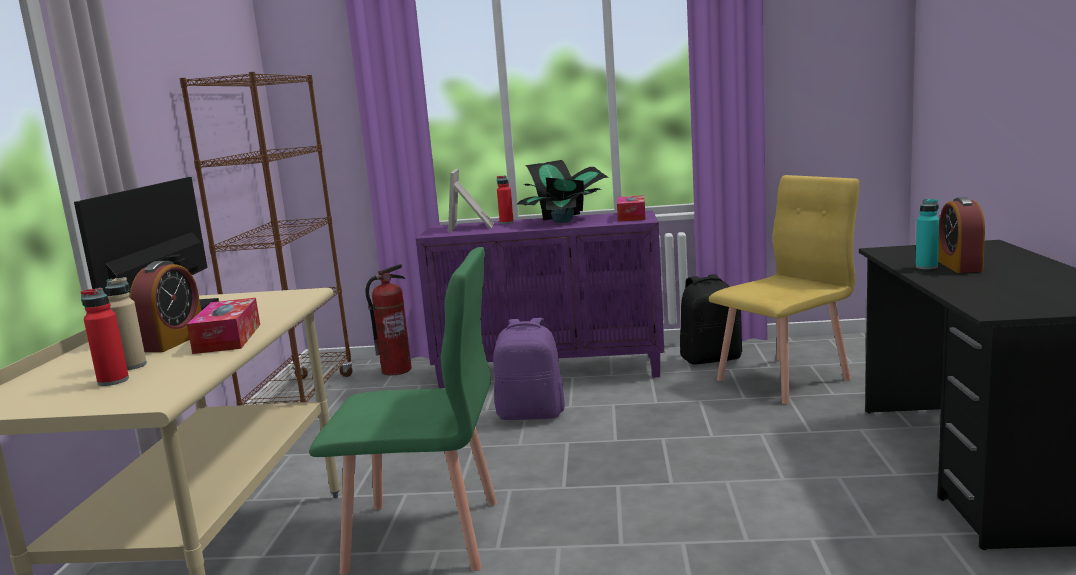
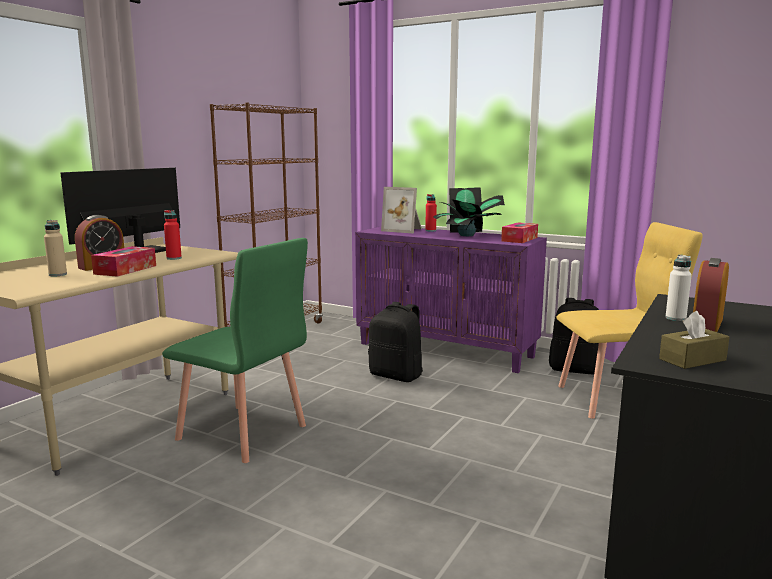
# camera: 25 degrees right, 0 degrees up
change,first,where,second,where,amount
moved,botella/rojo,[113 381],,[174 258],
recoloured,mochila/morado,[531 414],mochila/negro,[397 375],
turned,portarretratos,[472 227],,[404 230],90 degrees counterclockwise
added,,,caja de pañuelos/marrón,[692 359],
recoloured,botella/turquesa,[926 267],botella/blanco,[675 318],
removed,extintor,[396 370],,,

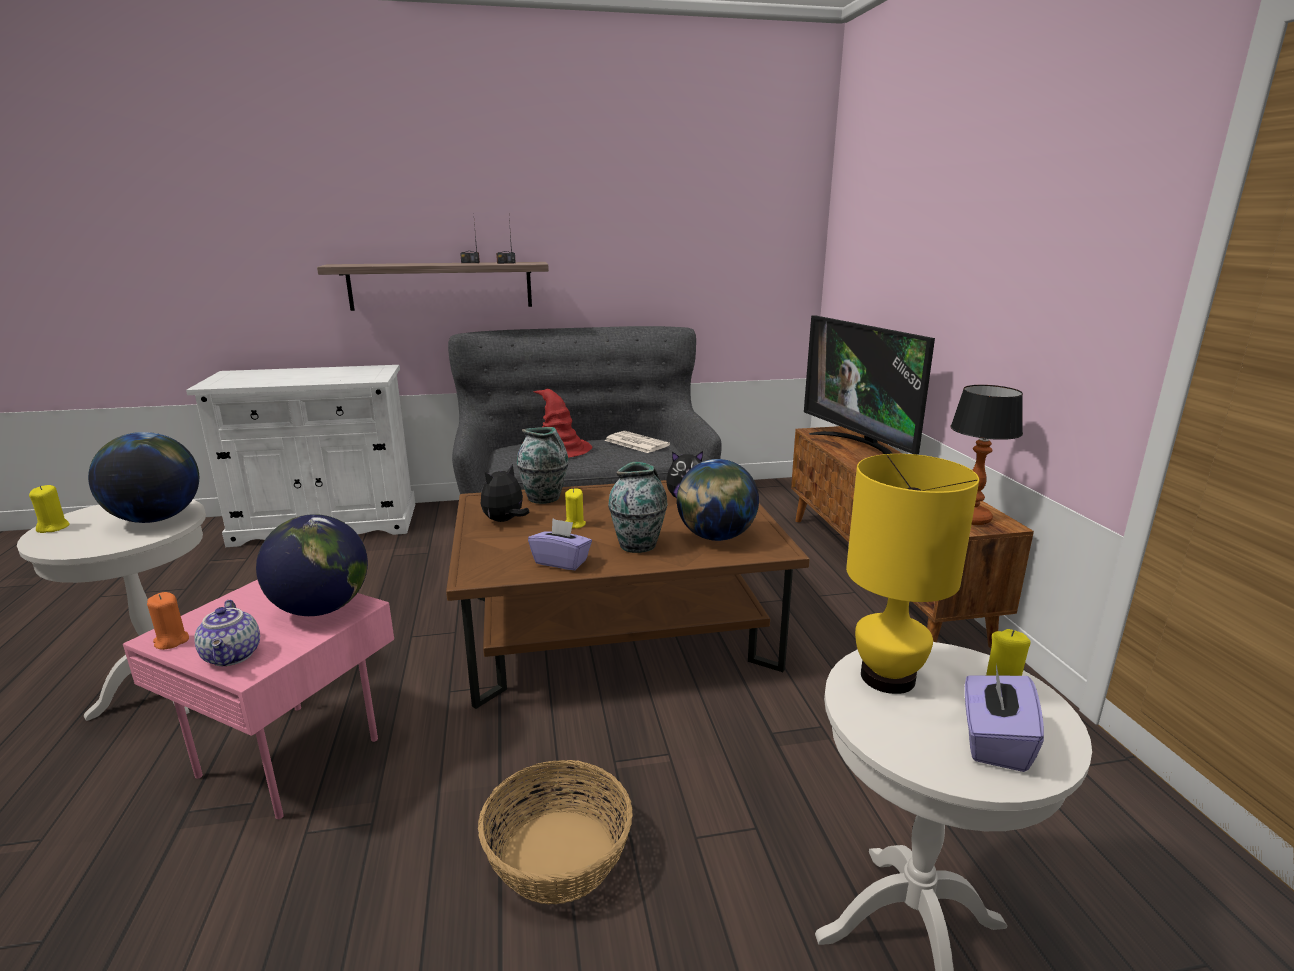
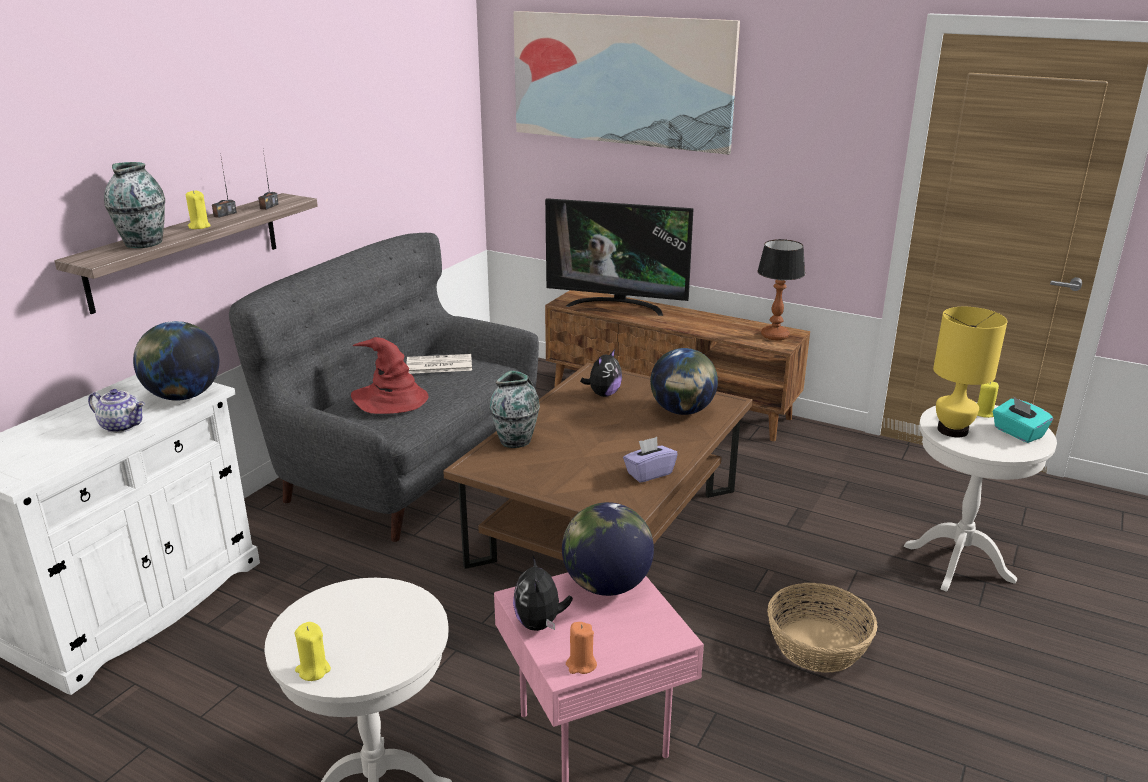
# camera: 50 degrees left, 5 degrees up
change,first,where,second,where,amount
moved,tetera,[233 656],,[123 426],
moved,florero,[638 545],,[144 243],
moved,globo terráqueo,[156 518],,[183 396],
moved,vela/amarillo,[574 524],,[199 226],
added,,,cuadro,[620 80],
moved,peluche,[505 521],,[540 624],
recoloured,caja de pañuelos/morado,[993 741],caja de pañuelos/turquesa,[1017 433],

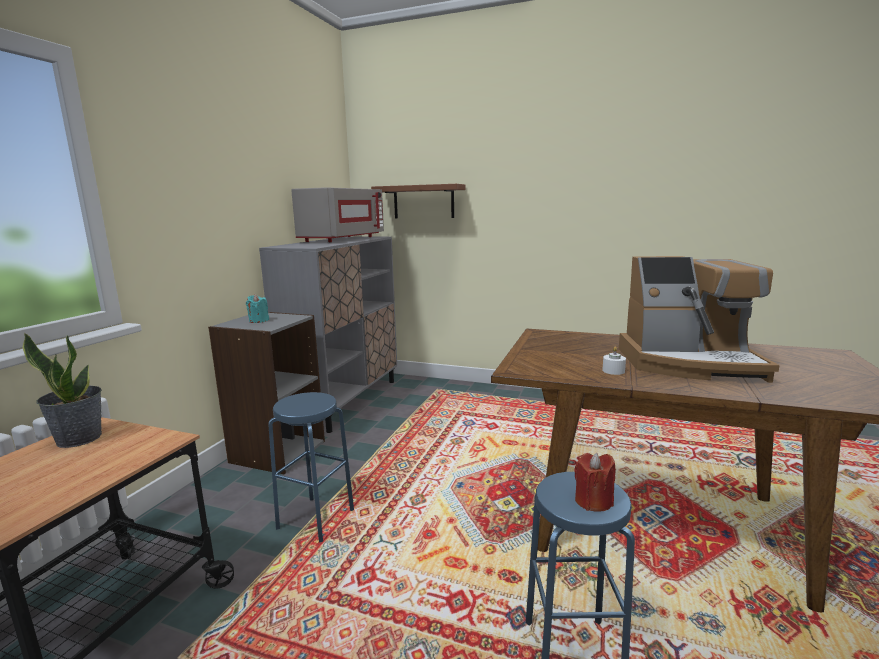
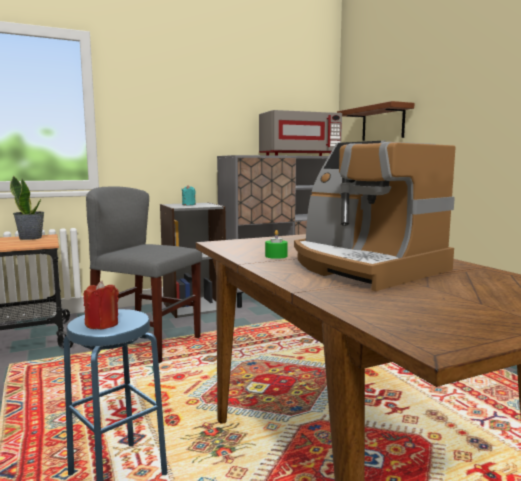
# camera: 45 degrees right, 5 degrees down
change,first,where,second,where,amount
replaced,taburete/azul,[315 519],silla/gris,[147 343],
recoloured,vela/blanco,[613 371],vela/verde,[276 256],

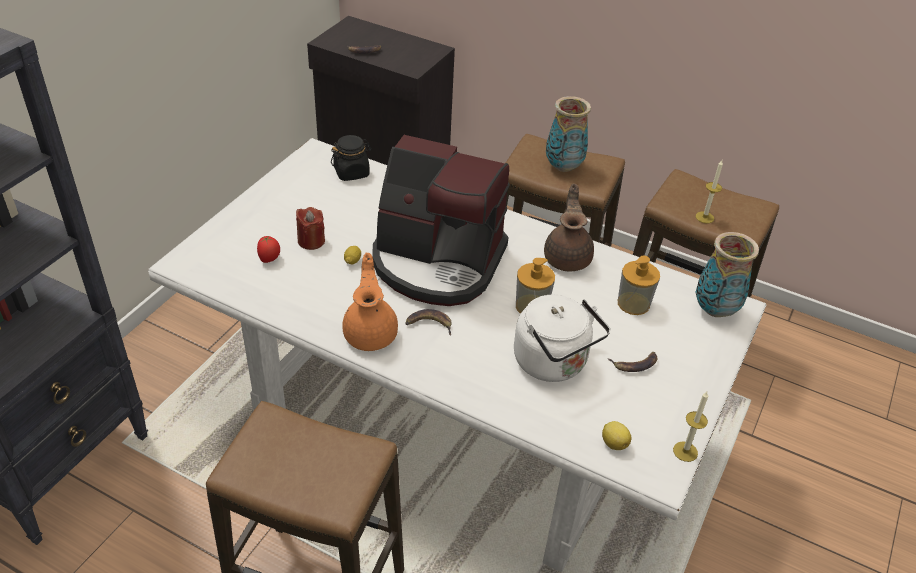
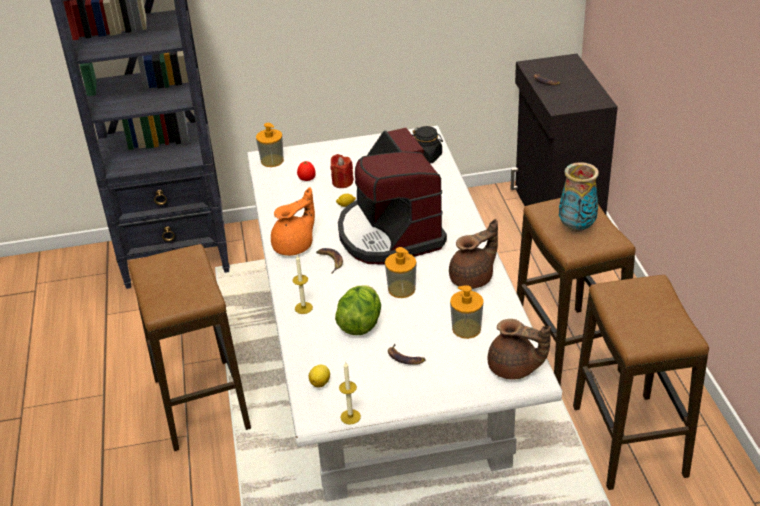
# camera: 55 degrees right, 5 degrees down
change,first,where,second,where,amount
added,,,dispensador de jabón,[272 160],
moved,vela,[704 217],,[303 308],
replaced,hervidor/blanco,[554 363],lechuga,[360 324],
replaced,florero,[715 310],tetera/marrón,[514 369],

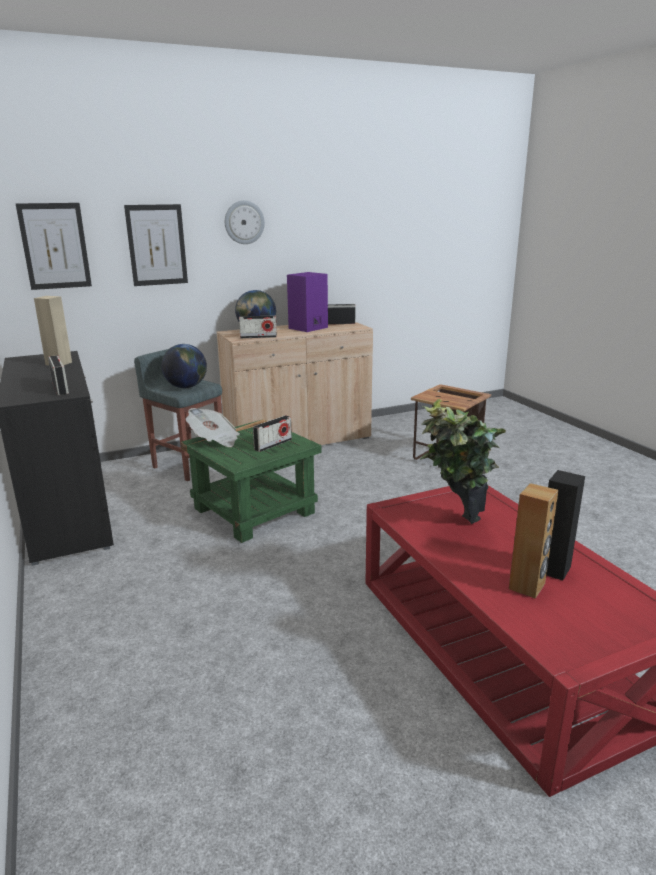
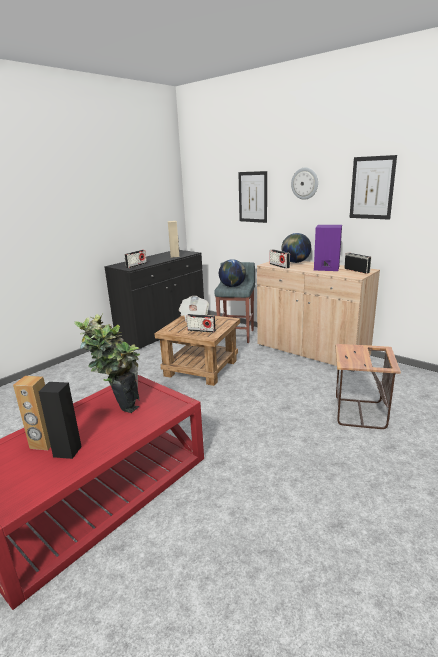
# camera: 65 degrees right, 0 degrees up
change,first,where,second,where,amount
recoloured,mesa auxiliar/verde,[254 510],mesa auxiliar/marrón,[202 368],
moved,cuadro,[55 246],,[372 188],

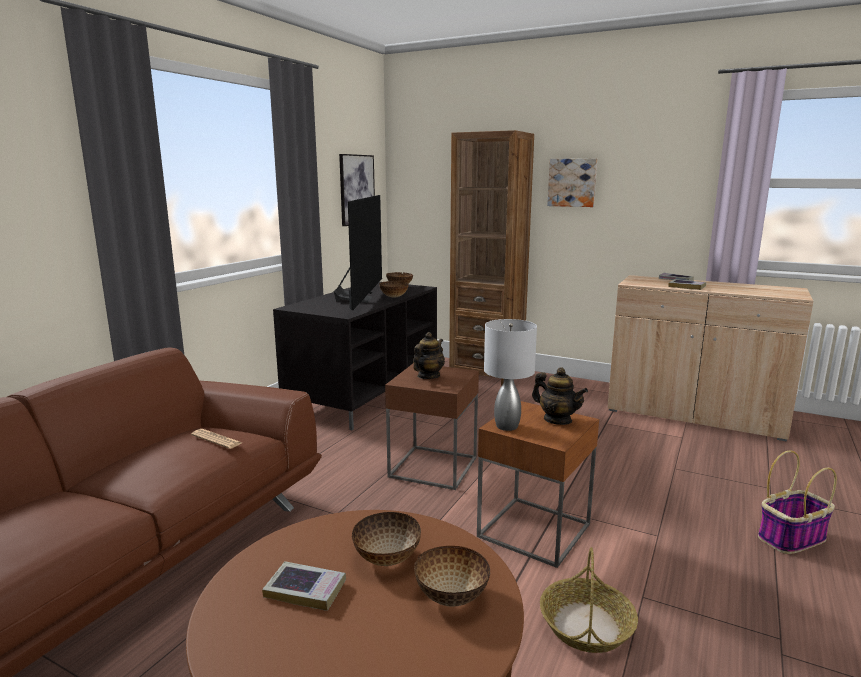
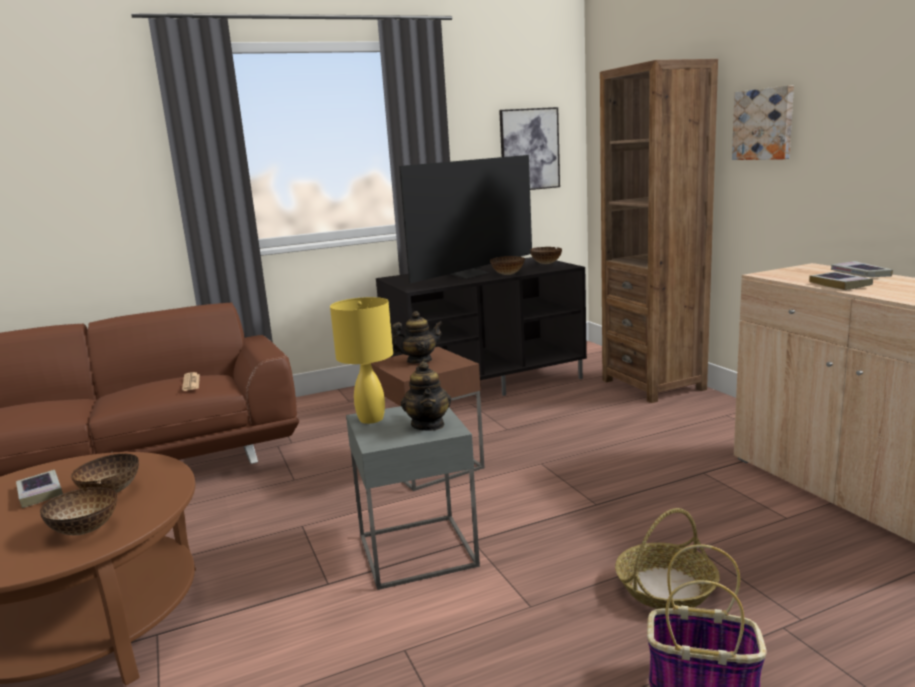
# camera: 40 degrees right, 0 degrees up
change,first,where,second,where,amount
recoloured,lámpara de mesa/gris,[507 426],lámpara de mesa/amarillo,[371 419],
recoloured,mesa auxiliar/marrón,[534 530],mesa auxiliar/gris,[417 550],
moved,cesta,[586 626],,[665 588],

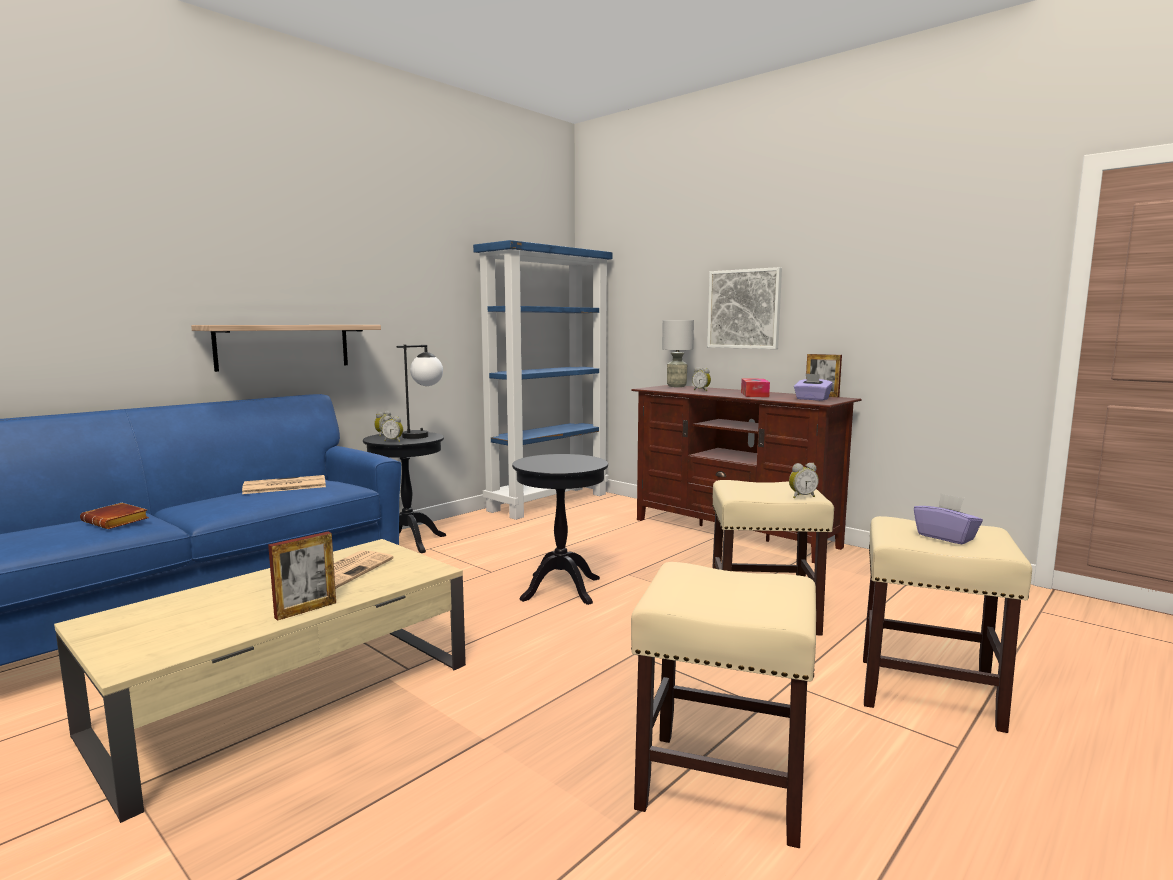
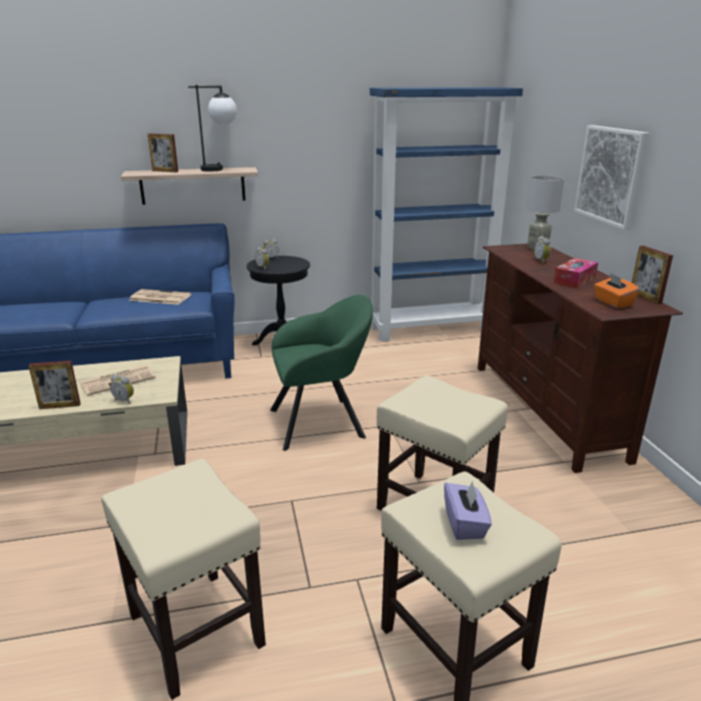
# camera: 35 degrees right, 15 degrees up
change,first,where,second,where,amount
moved,despertador,[801 496],,[125 400],
added,,,portarretratos,[165 171],
moved,lámpara de mesa,[423 435],,[221 169],
replaced,mesa auxiliar/negro,[561 589],sillón/verde,[322 422],
recoloured,caja de pañuelos/morado,[812 399],caja de pañuelos/naranja,[613 303],
removed,libro/marrón,[118 521],,,

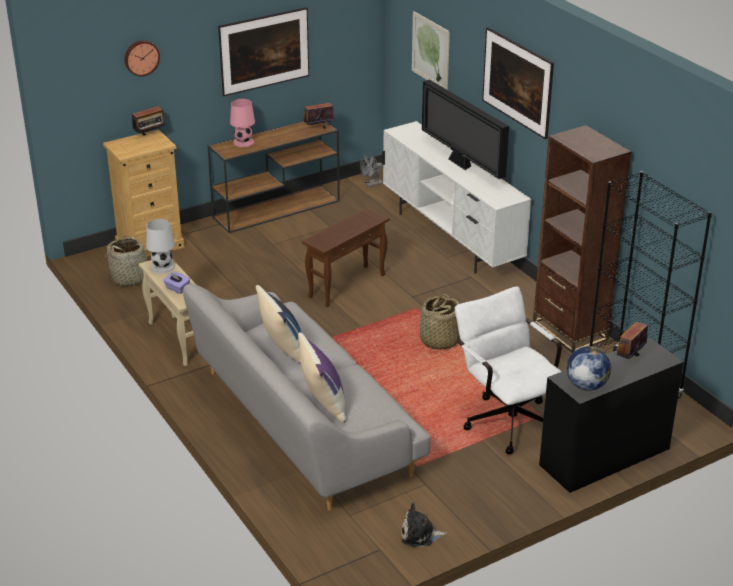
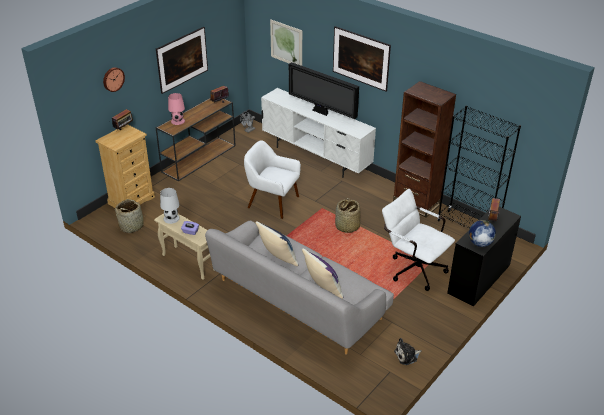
# camera: 20 degrees left, 5 degrees up
change,first,where,second,where,amount
replaced,mesa auxiliar/marrón,[347 286],sillón/blanco,[272 202],

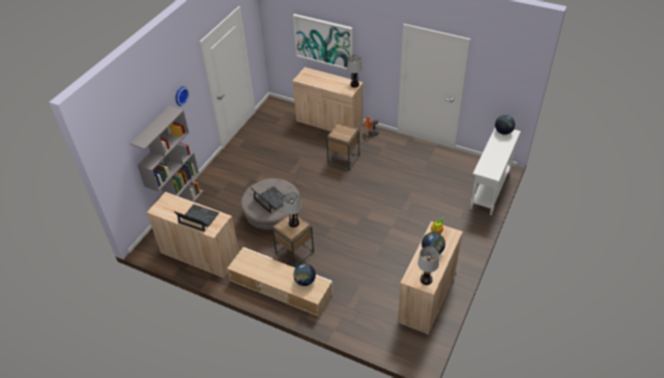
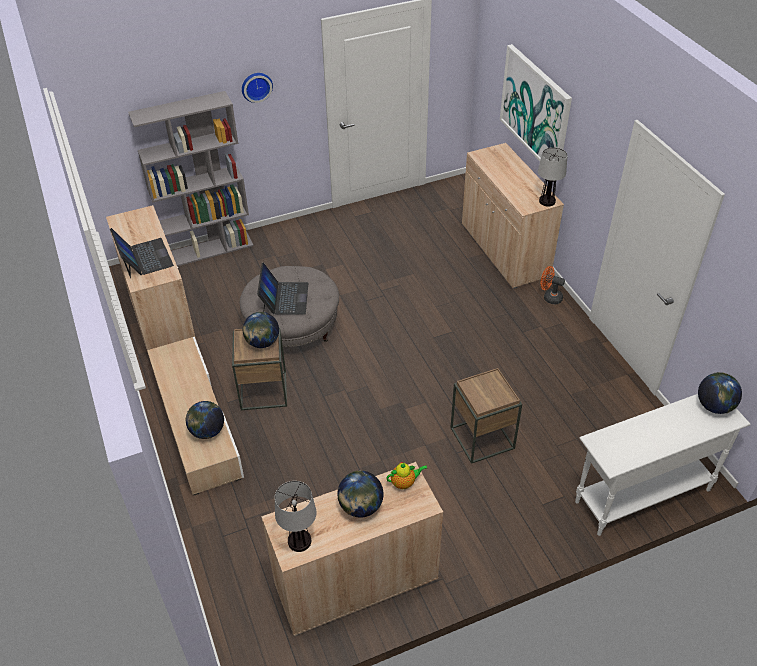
# camera: 40 degrees right, 0 degrees up
change,first,where,second,where,amount
replaced,lámpara de mesa,[294 223],globo terráqueo,[262 342],
moved,mesa auxiliar/marrón,[343 159],,[482 438],

